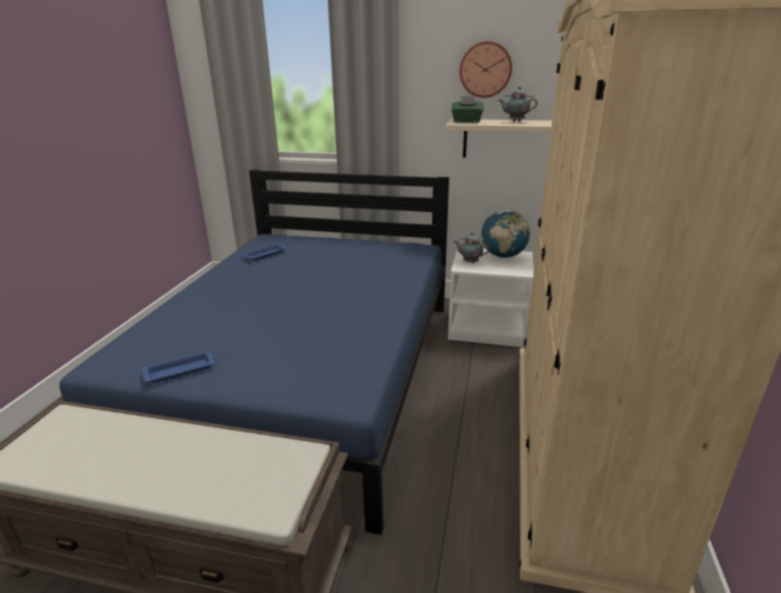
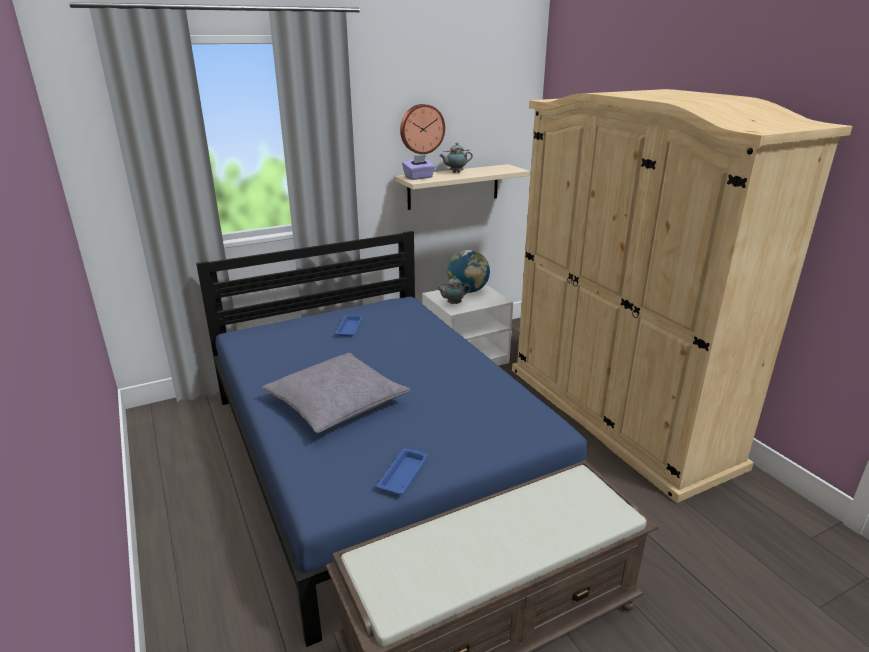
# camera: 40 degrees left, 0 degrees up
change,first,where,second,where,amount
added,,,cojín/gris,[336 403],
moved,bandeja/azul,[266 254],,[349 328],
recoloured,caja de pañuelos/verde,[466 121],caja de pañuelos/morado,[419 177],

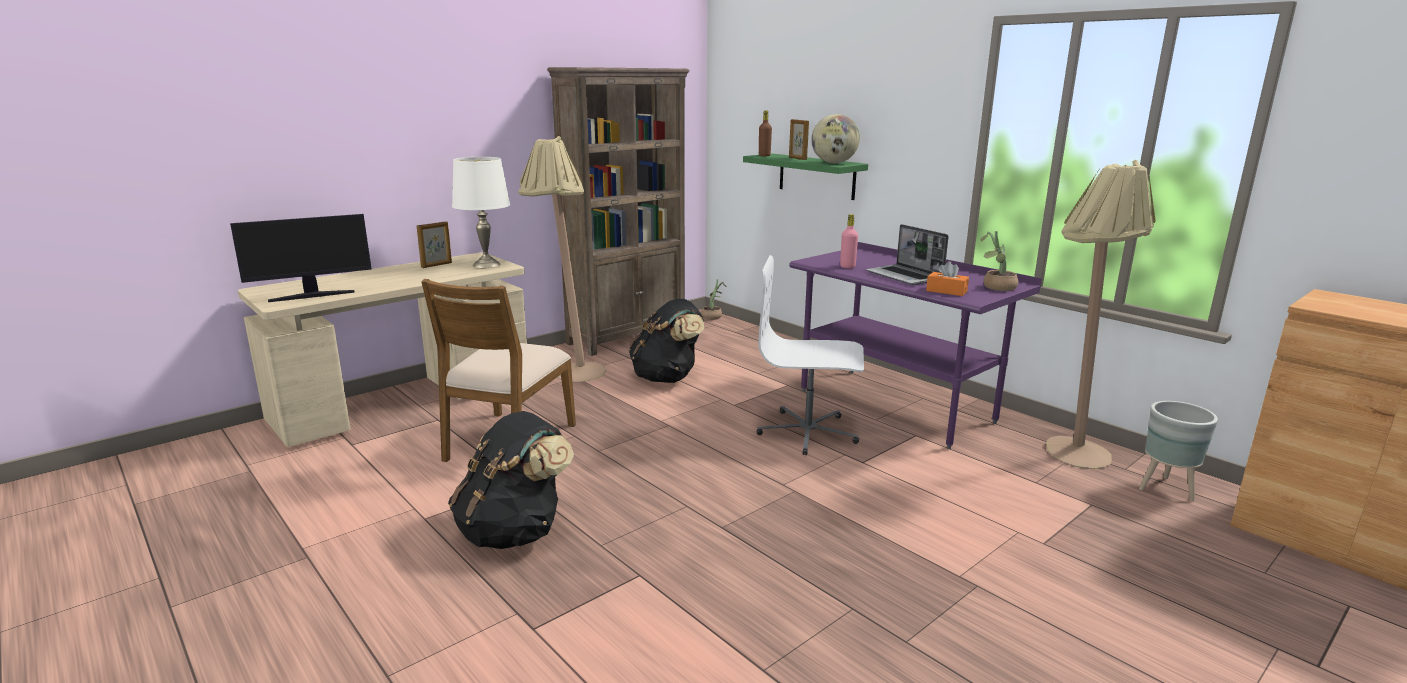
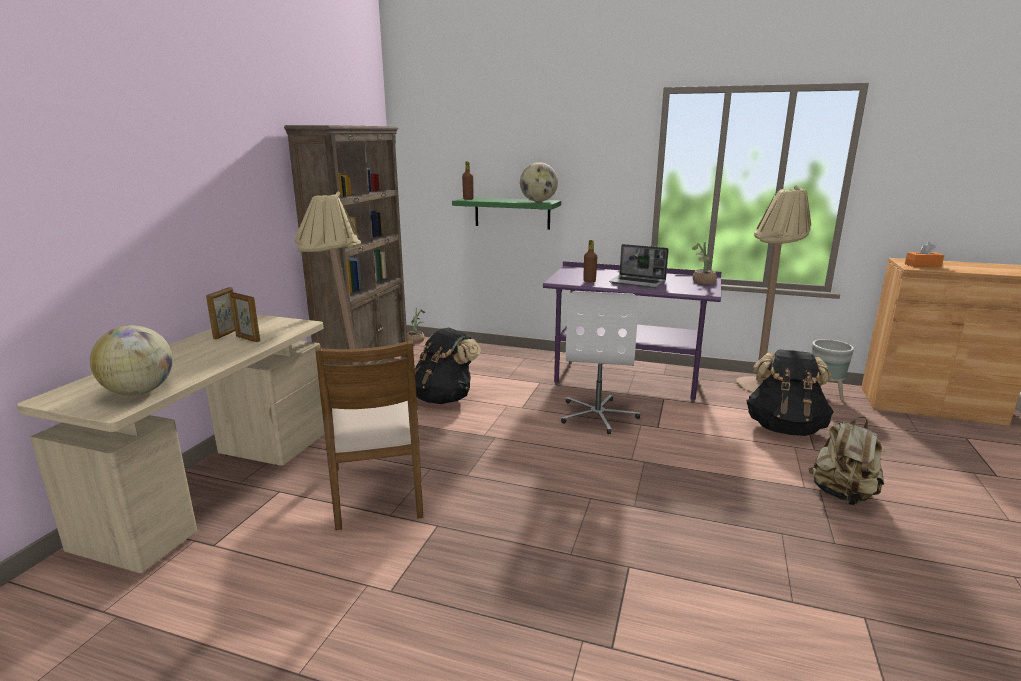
# camera: 30 degrees left, 0 degrees up
change,first,where,second,where,amount
replaced,monitor,[312 296],globo terráqueo,[140 392],
moved,portarretratos,[797 158],,[247 339],
turned,silla de oficina/blanco,[808 432],,[598 415],60 degrees counterclockwise
recoloured,botella/rosa,[847 267],botella/marrón,[589 281],
moved,mochila/negro,[514 532],,[784 428],
added,,,mochila/beis,[842 495],
moved,caja de pañuelos/naranja,[946 291],,[922 265],
removed,lámpara de mesa/blanco,[487 264],,,

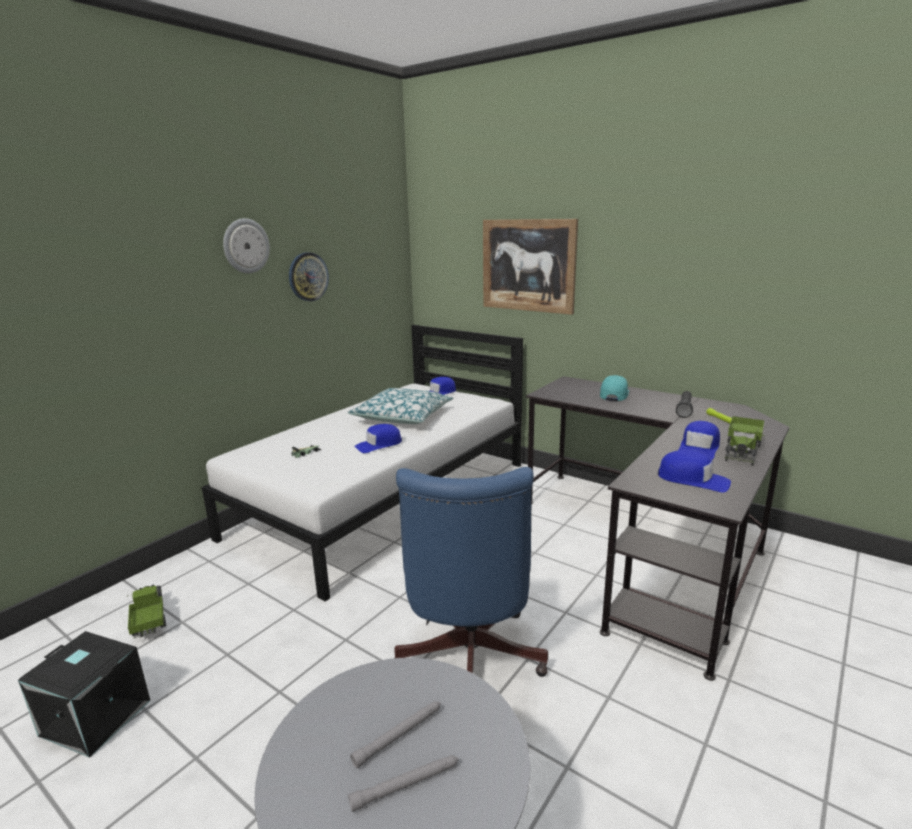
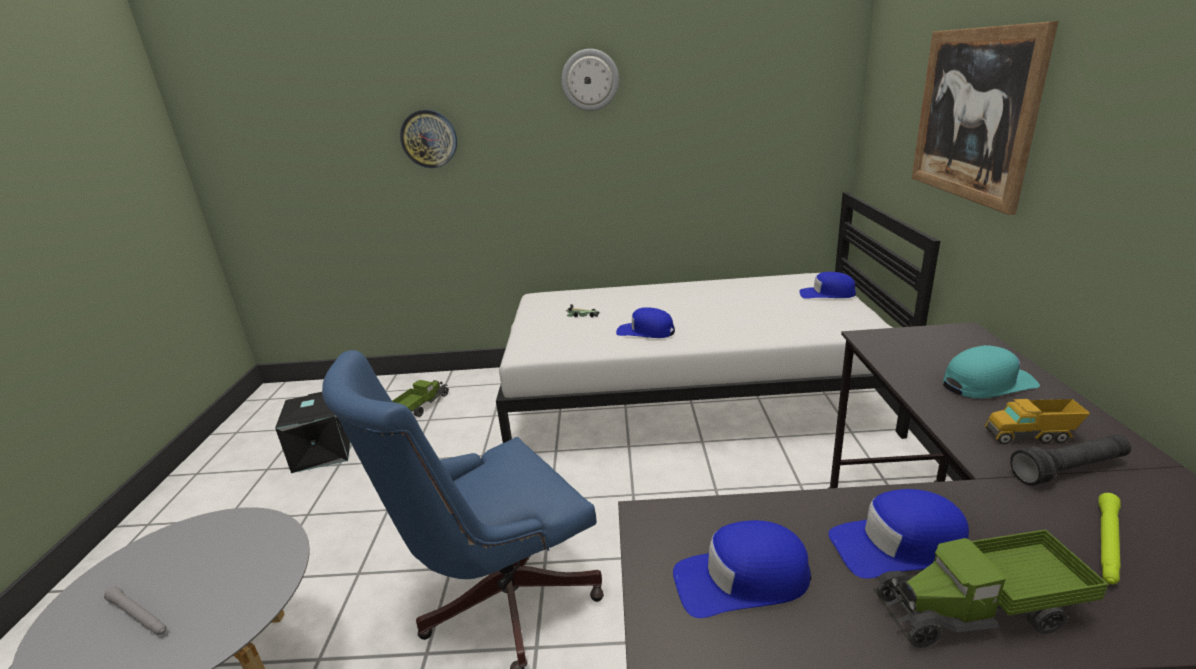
# camera: 55 degrees right, 5 degrees up
change,first,where,second,where,amount
moved,reloj de pared,[308 276],,[429 139],
turned,gorra/azul,[693 479],,[741 580],90 degrees clockwise
added,,,camión de juguete,[1030 436],
removed,cojín,[403 416],,,
removed,linterna/gris,[399 735],,,

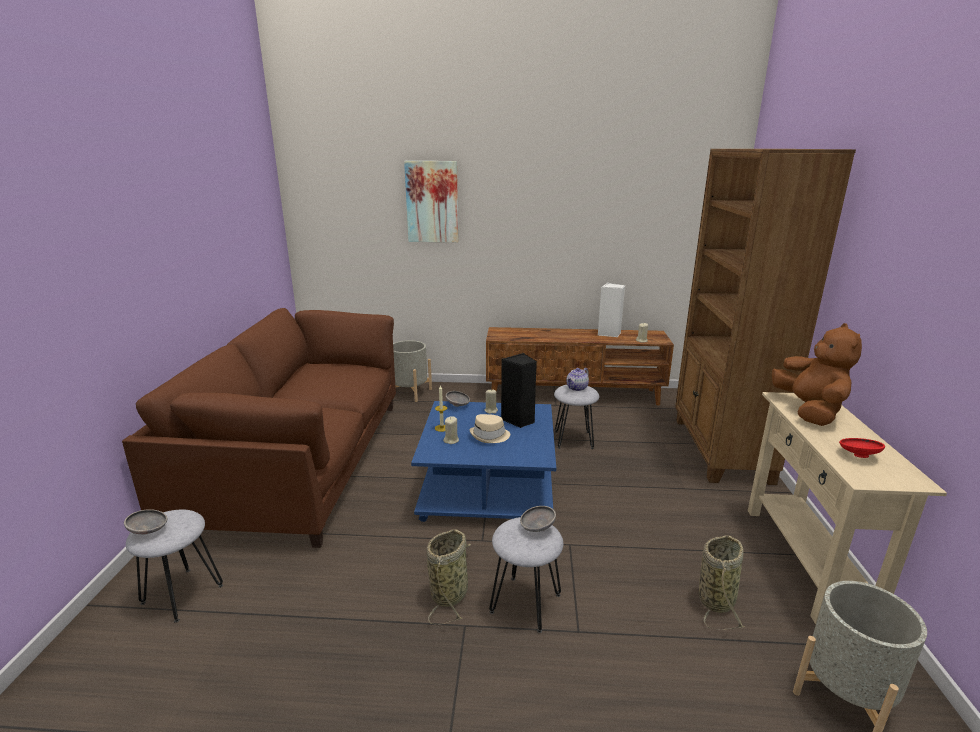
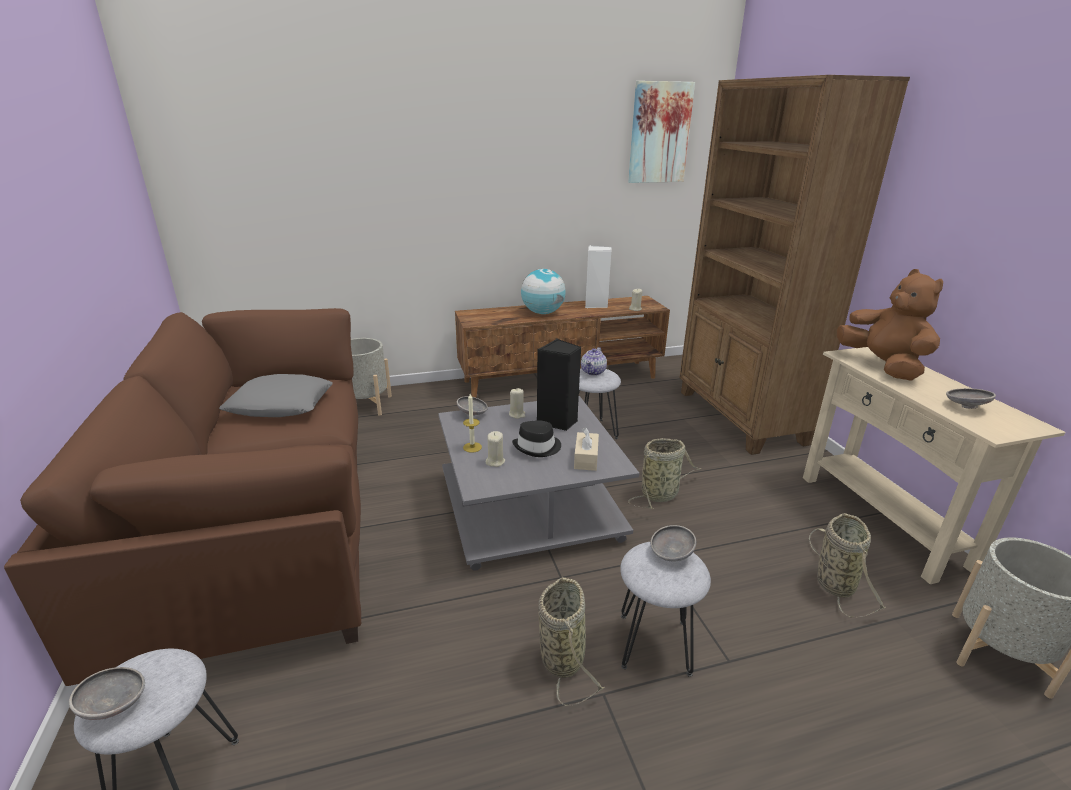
# camera: 20 degrees left, 5 degrees up
change,first,where,second,where,amount
added,,,cojín/gris,[280 404],
recoloured,mesa de centro/azul,[487 486],mesa de centro/gris,[527 507],
recoloured,sombrero/beis,[490 436],sombrero/negro,[538 447],
added,,,globo terráqueo,[542 313],
added,,,caja de pañuelos/beis,[586 458],
moved,cuadro,[432 202],,[659 133],
added,,,cesta,[661 494],
recoloured,cuenco/rojo,[858 455],cuenco/gris,[965 406],

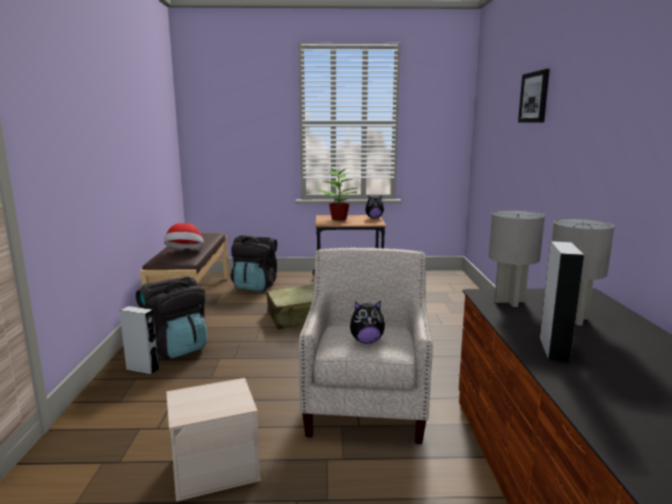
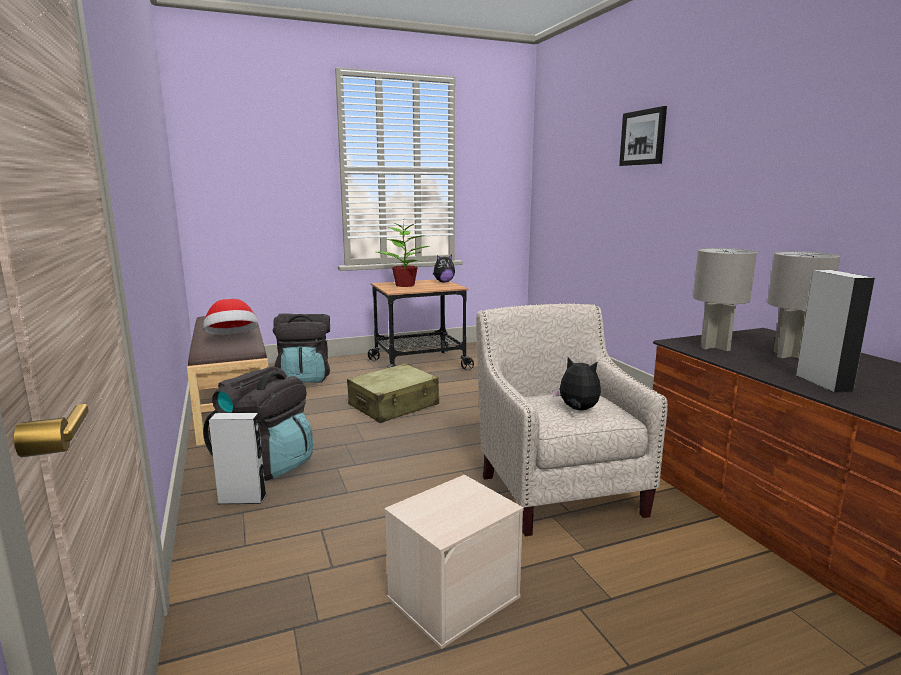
# camera: 20 degrees left, 0 degrees up
change,first,where,second,where,amount
turned,peluche,[366 341],,[577 410],120 degrees counterclockwise

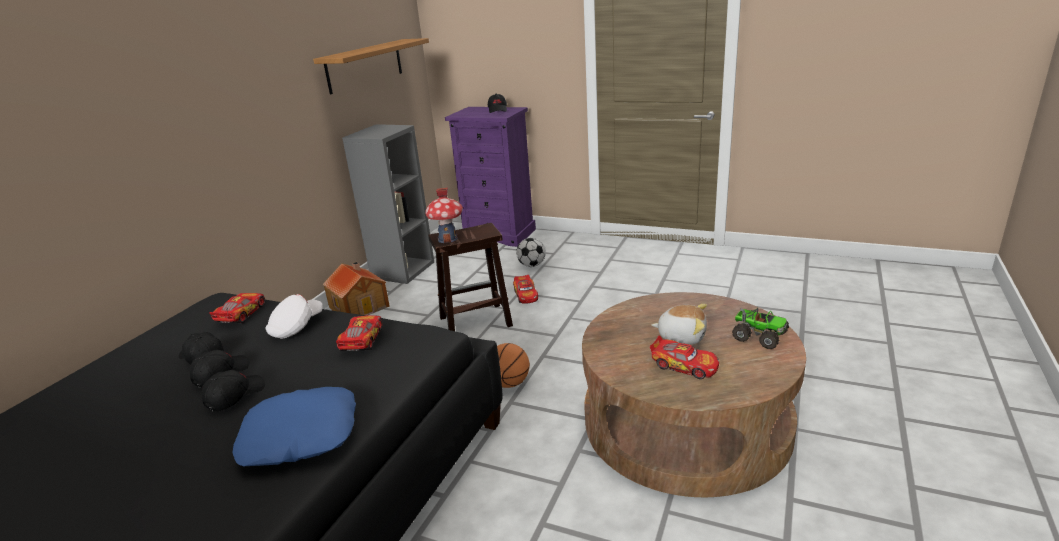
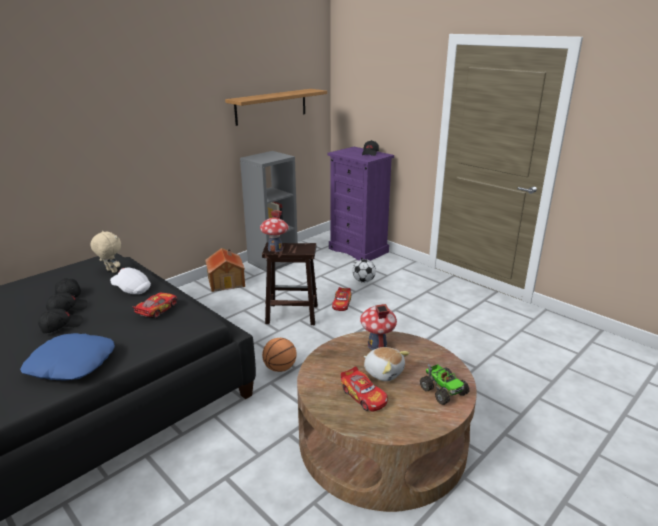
# camera: 20 degrees right, 0 degrees up
change,first,where,second,where,amount
replaced,coche de juguete,[241 314],peluche/beis,[111 271],
turned,gorra/blanco,[296 327],,[132 289],120 degrees counterclockwise
added,,,casita,[377 345],

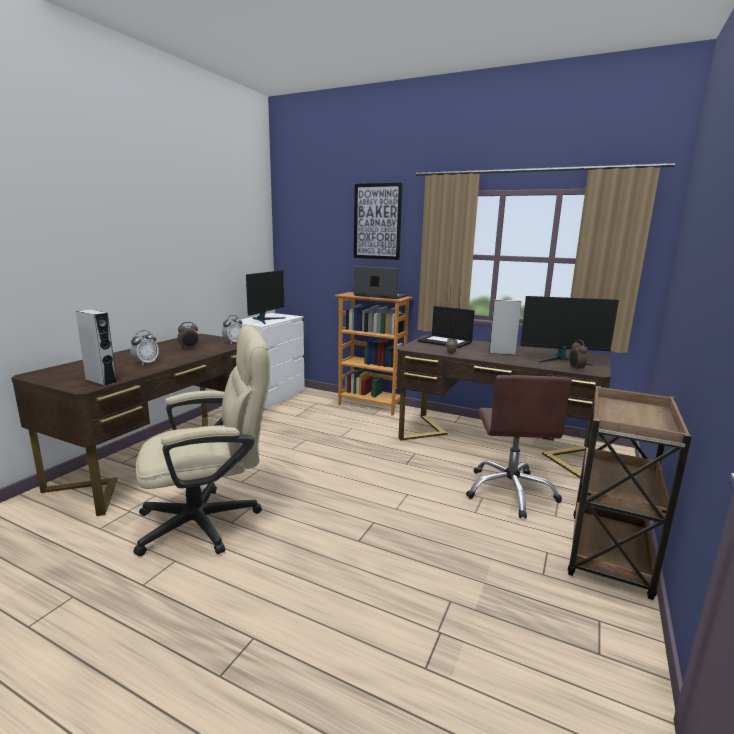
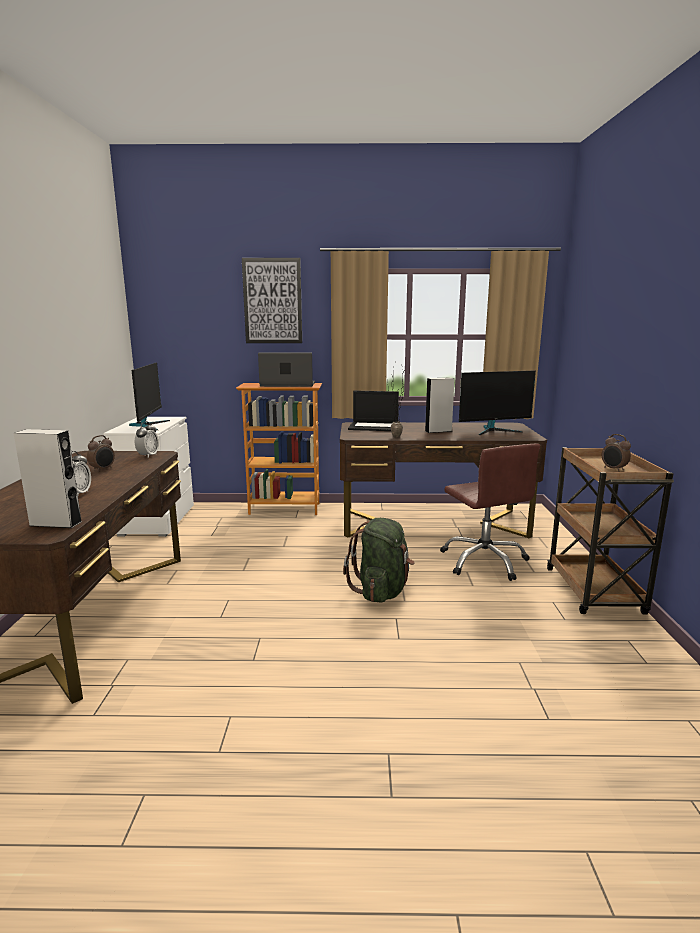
# camera: 25 degrees left, 0 degrees up
change,first,where,second,where,amount
added,,,mochila/verde,[381 591],
moved,despertador,[575 369],,[613 469],
removed,silla de oficina/beis,[211 521],,,

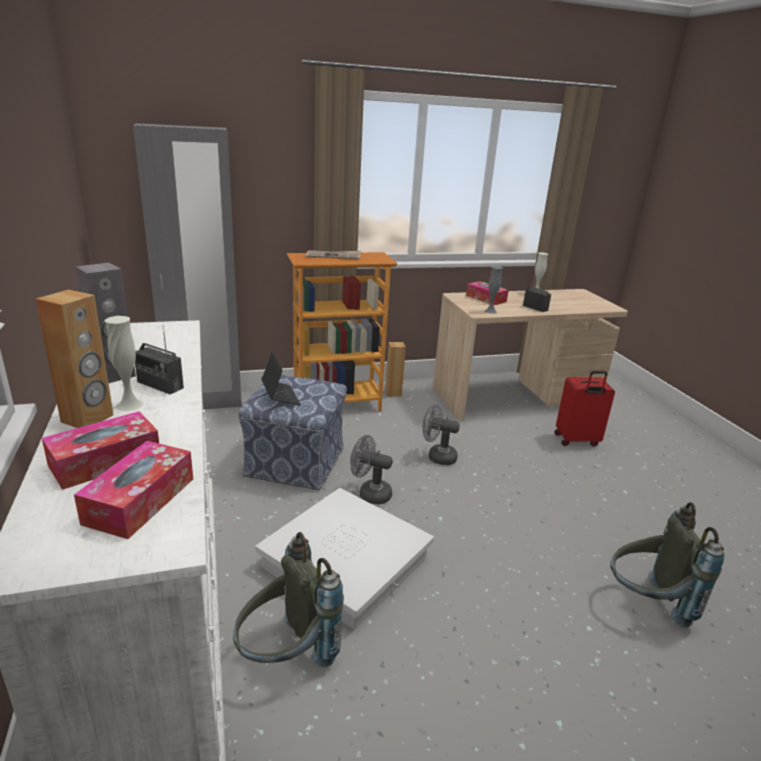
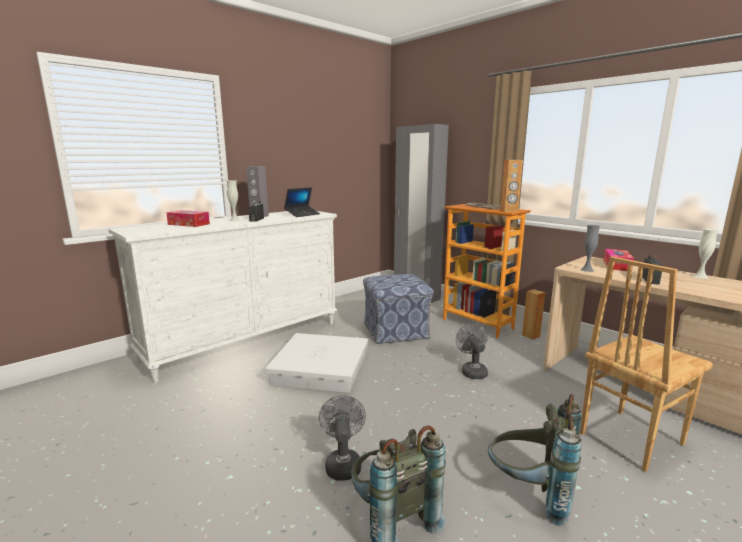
# camera: 65 degrees right, 10 degrees down
change,first,where,second,where,amount
moved,portátil,[280 397],,[302 214],
moved,ventilador/gris,[370 493],,[343 463],
moved,mochila/gris,[286 657],,[529 494],
moved,altavoz/marrón,[88 419],,[509 210],
replaced,maleta/rojo,[576 440],silla/marrón,[629 438],
removed,caja de pañuelos,[140 500],,,

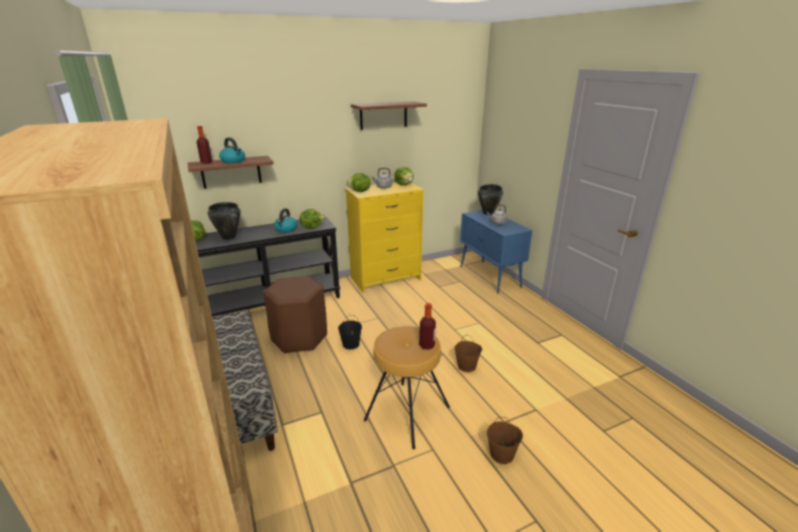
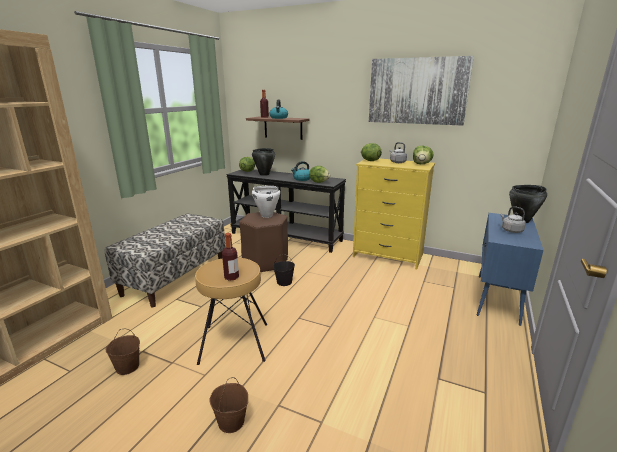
# camera: 50 degrees right, 5 degrees down
change,first,where,second,where,amount
moved,cubo/marrón,[467 366],,[128 367],
added,,,olla/blanco,[266 215],
replaced,estante,[383 115],cuadro,[417 91],

